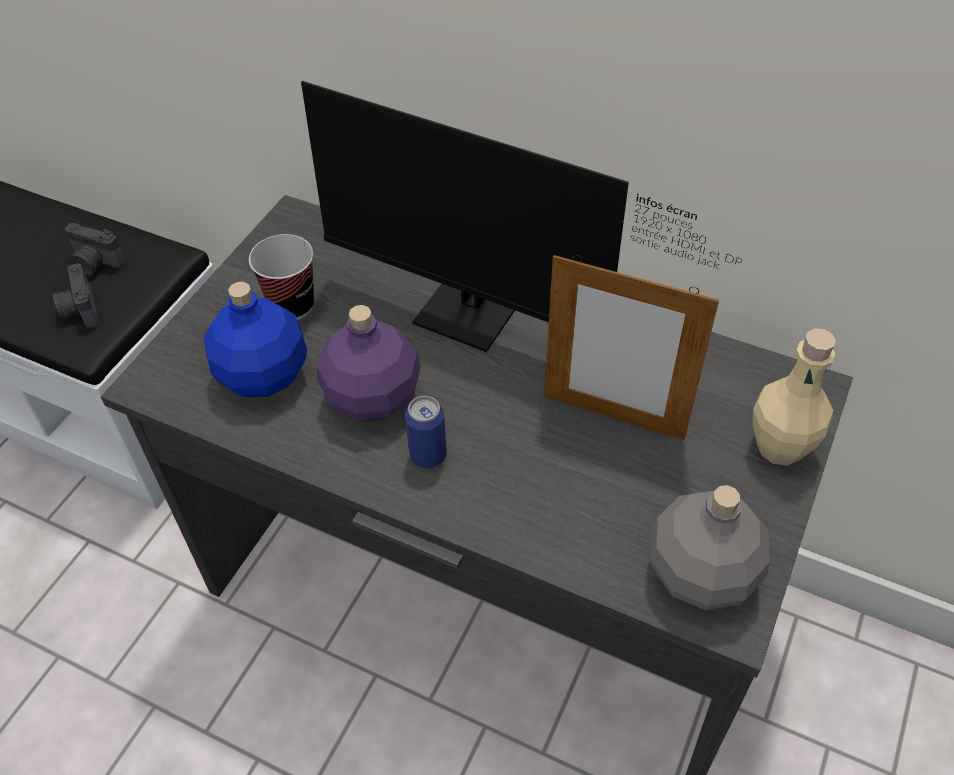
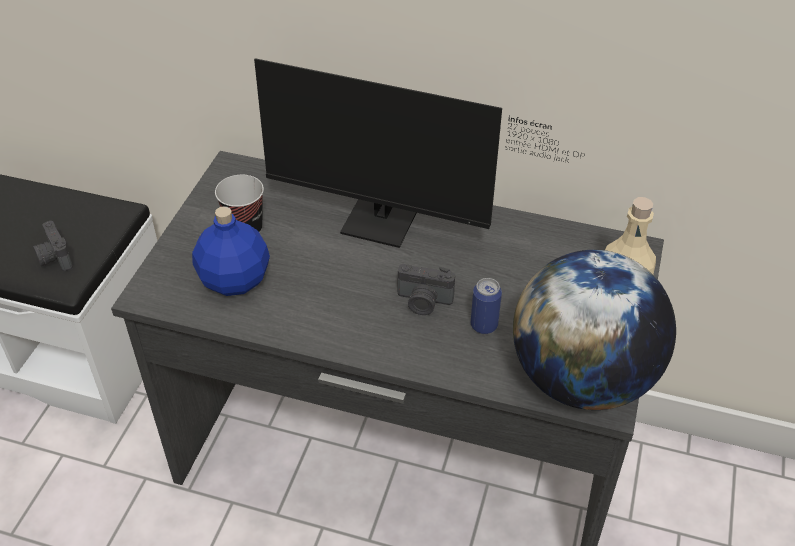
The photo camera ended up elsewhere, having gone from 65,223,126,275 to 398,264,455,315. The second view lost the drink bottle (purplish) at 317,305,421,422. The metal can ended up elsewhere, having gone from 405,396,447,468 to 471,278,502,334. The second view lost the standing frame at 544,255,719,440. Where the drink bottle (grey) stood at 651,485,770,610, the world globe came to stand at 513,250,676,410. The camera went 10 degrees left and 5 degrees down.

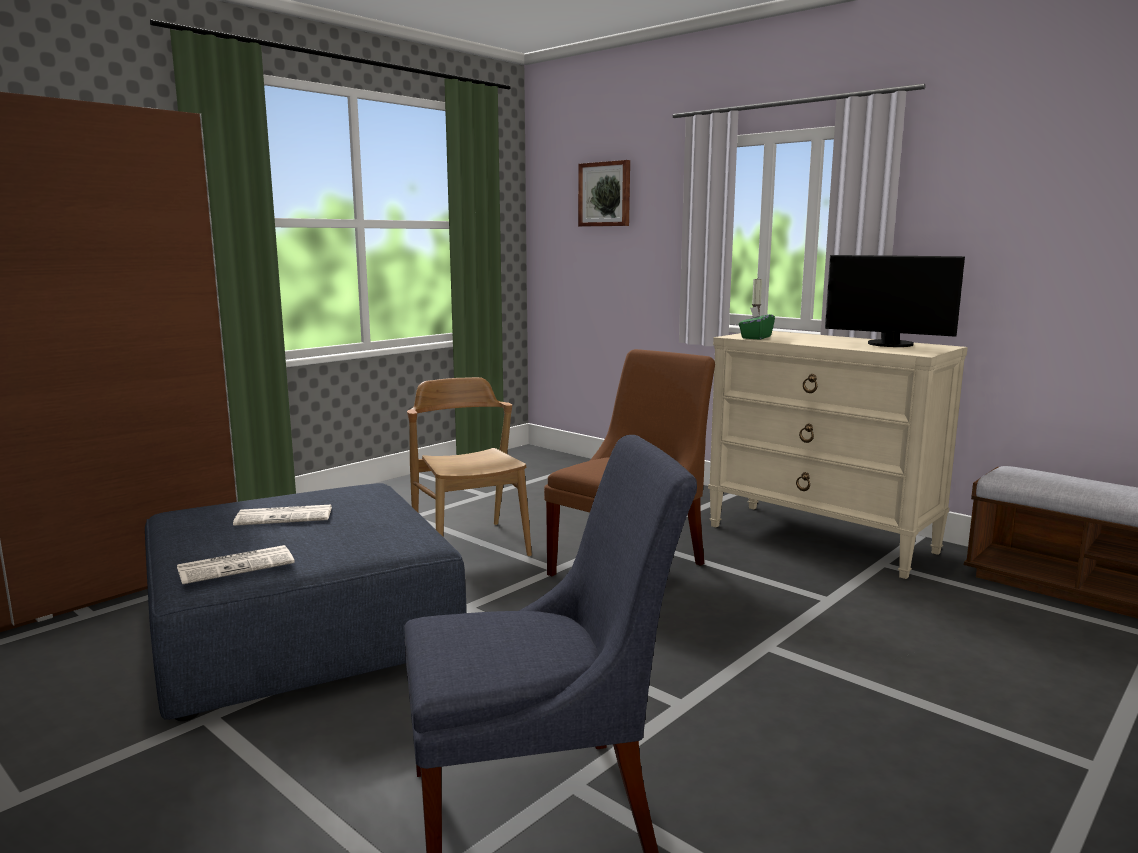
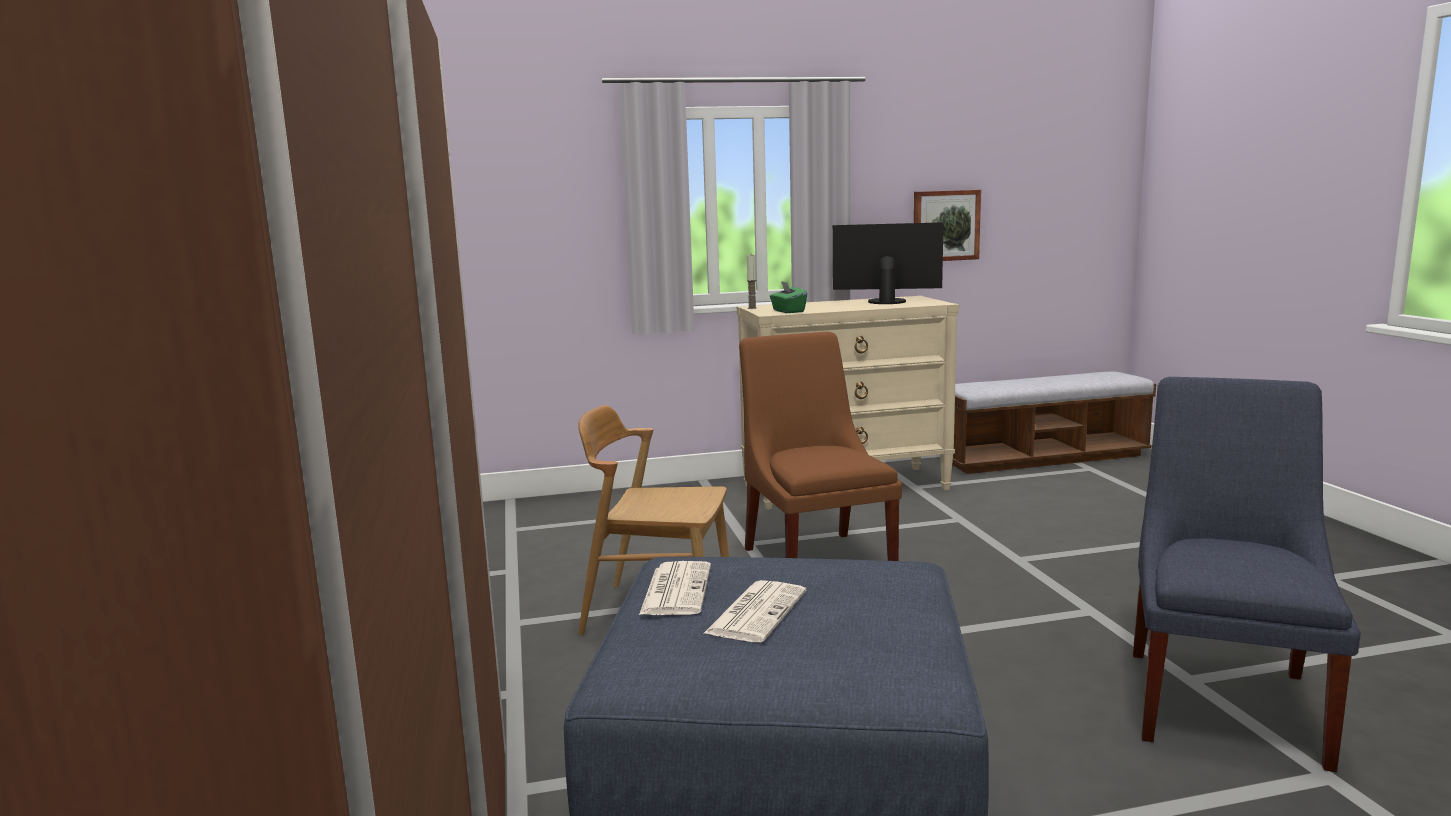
The printed paper ended up elsewhere, having gone from 177,545,295,584 to 639,561,711,615. The wall art ended up elsewhere, having gone from 578,160,630,226 to 914,190,981,261. The computer display at 825,255,965,347 ended up facing another way, 150 degrees counterclockwise from before. The camera went 55 degrees left and 0 degrees up.

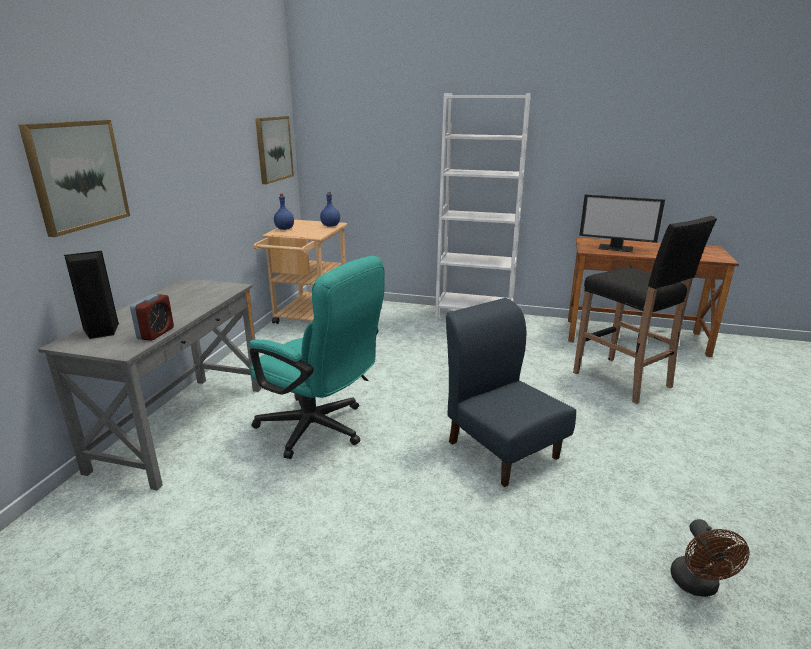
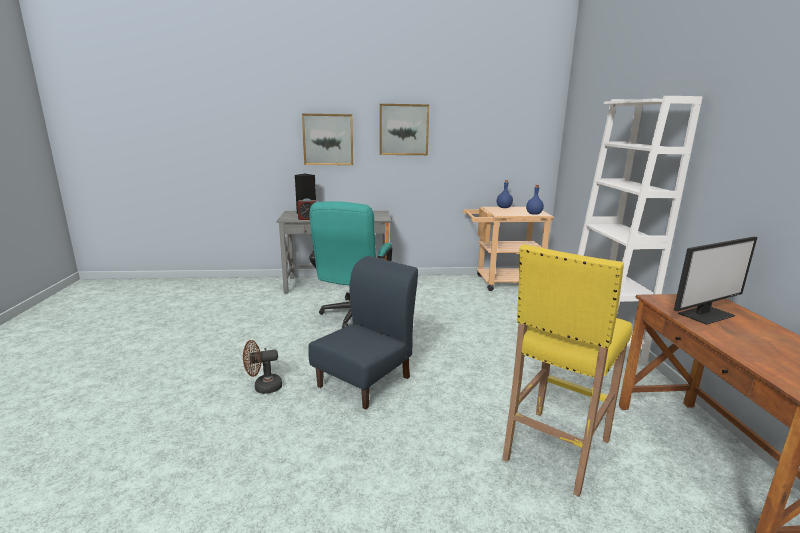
The wall art ended up elsewhere, having gone from 255,116,294,184 to 380,104,429,155. What was the stool (blackish) at 573,216,717,404 turned into the stool (yellow-coloured) at 502,244,633,497. The computer display at 579,194,665,252 ended up facing another way, 120 degrees counterclockwise from before. The fan (brown) ended up elsewhere, having gone from 671,519,750,597 to 243,340,282,394. The camera went 70 degrees right and 5 degrees down.

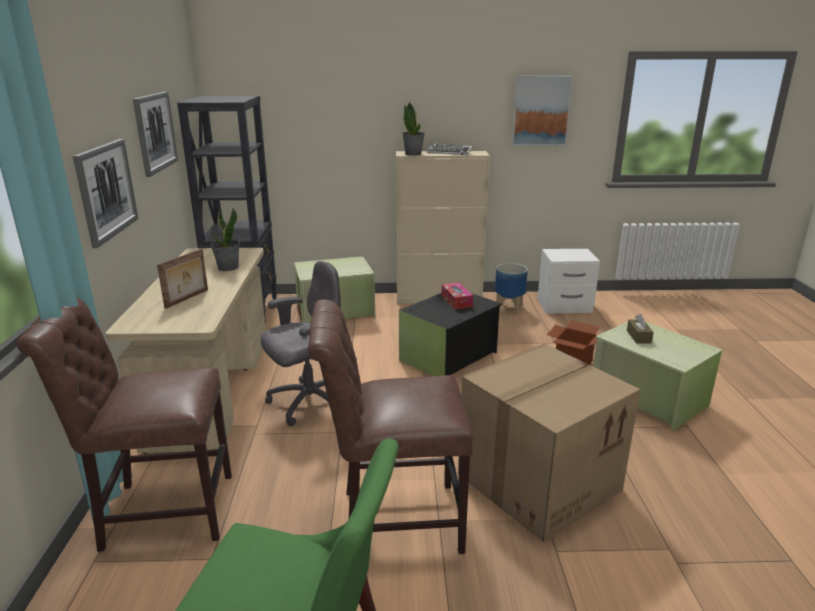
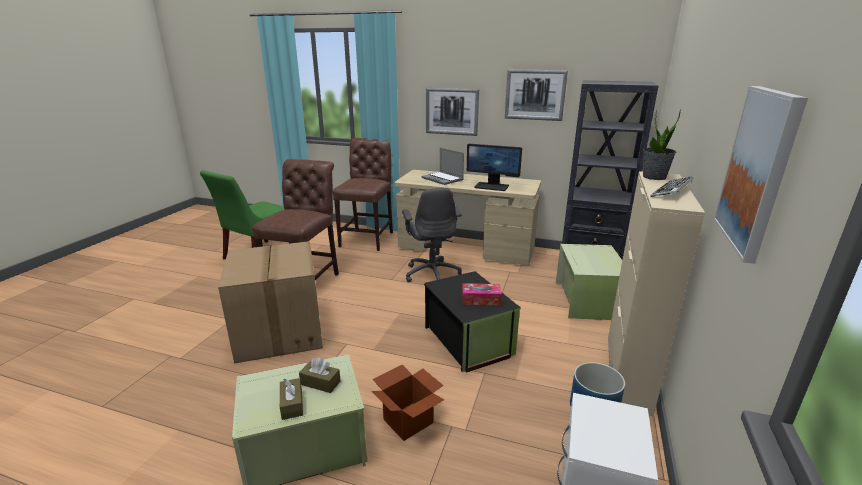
Where the standing frame stood at 157,249,208,309, the laptop came to stand at 422,148,464,185. Where the plant in a pot stood at 211,207,240,271, the computer display came to stand at 467,144,522,191. The second view gained the box of tissues (brown) at 280,378,303,420. The camera went 110 degrees right and 0 degrees up.

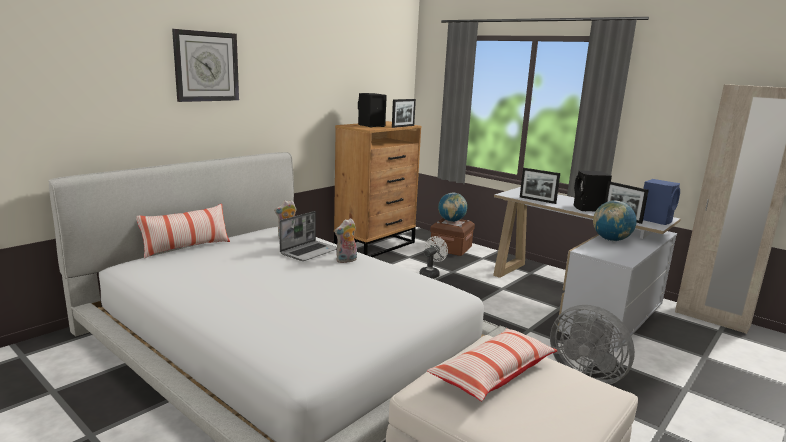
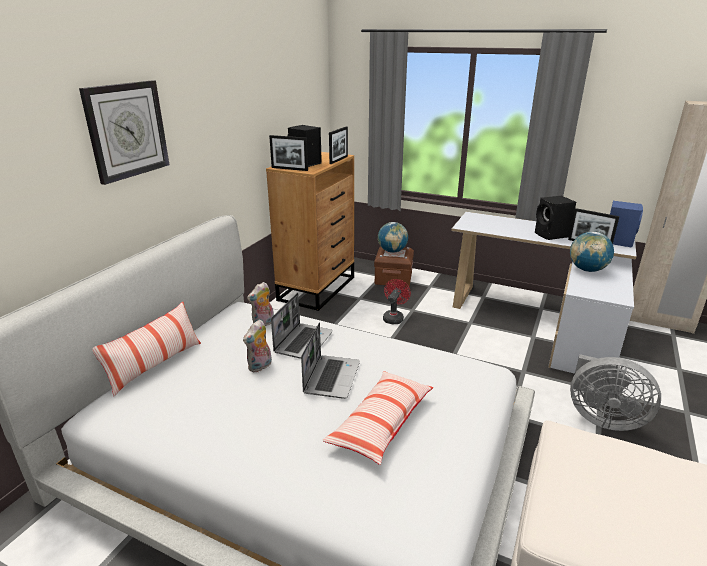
The cuddly toy ended up elsewhere, having gone from 334,218,357,263 to 243,320,272,372. What was the fan (white-coloured) at 419,236,448,279 turned into the fan (red-coloured) at 383,279,411,324. The throw pillow ended up elsewhere, having gone from 427,329,558,401 to 322,371,433,465. The standing frame ended up elsewhere, having gone from 520,168,560,204 to 269,135,308,171. The second view gained the laptop at 301,323,360,399. The camera went 15 degrees left and 10 degrees up.

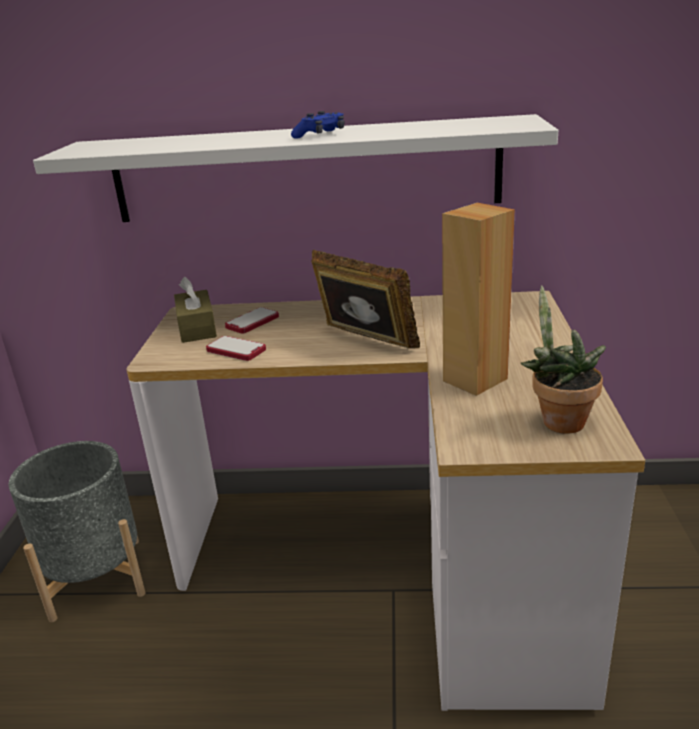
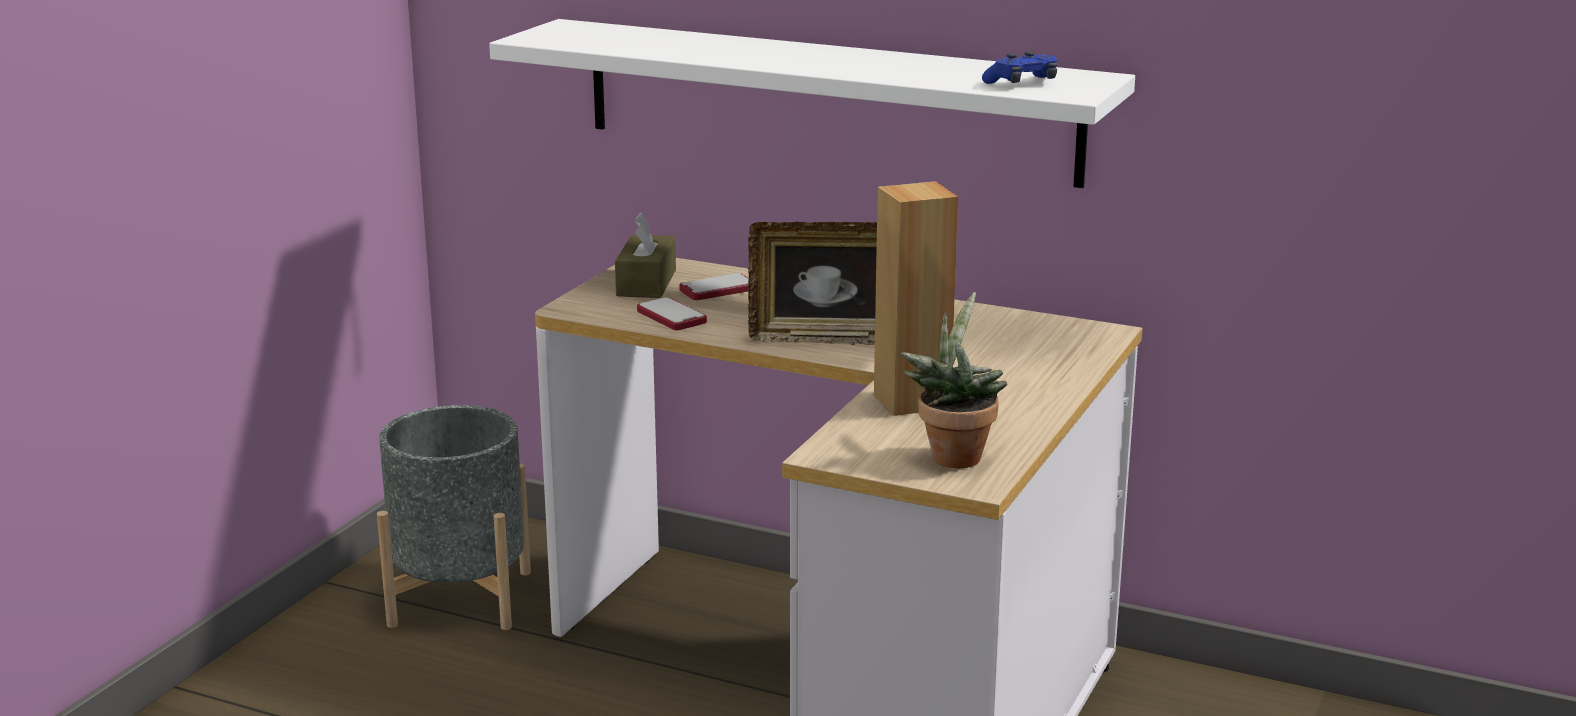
The game controller (blue-coloured) ended up elsewhere, having gone from 291,111,344,139 to 982,51,1057,84. The standing frame at 311,250,420,349 ended up facing another way, 120 degrees clockwise from before. The camera went 20 degrees right and 5 degrees down.

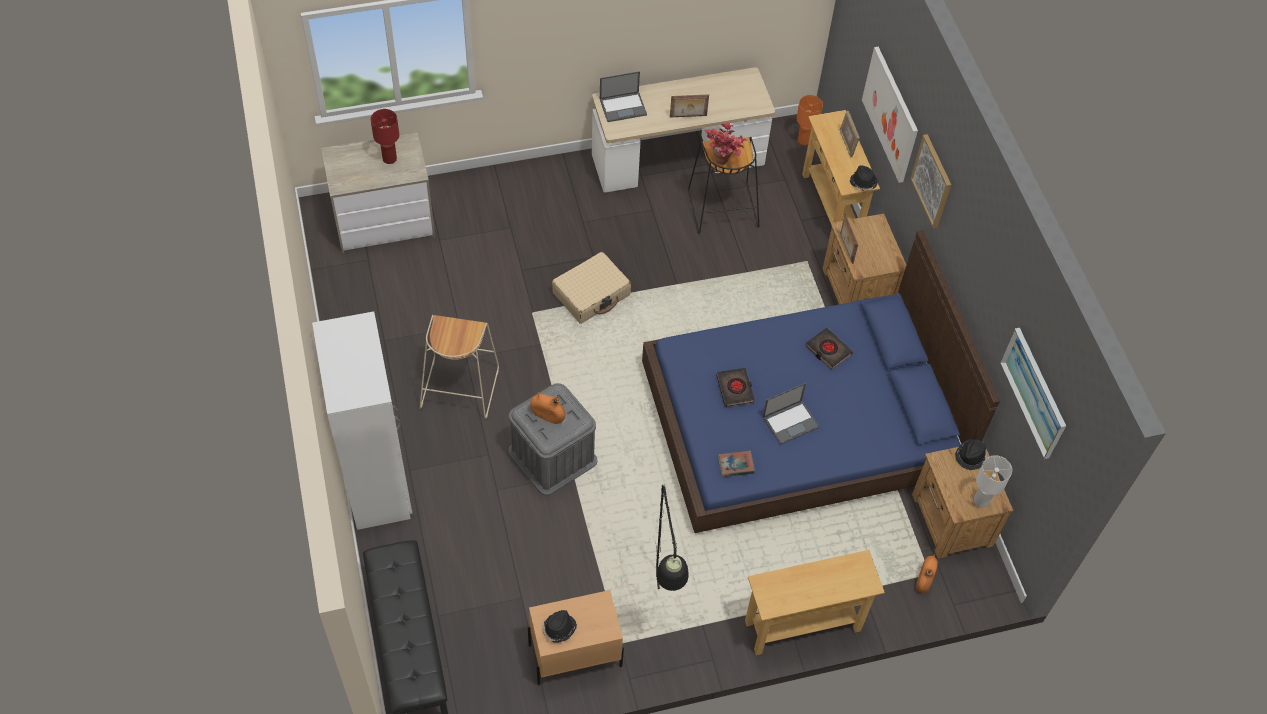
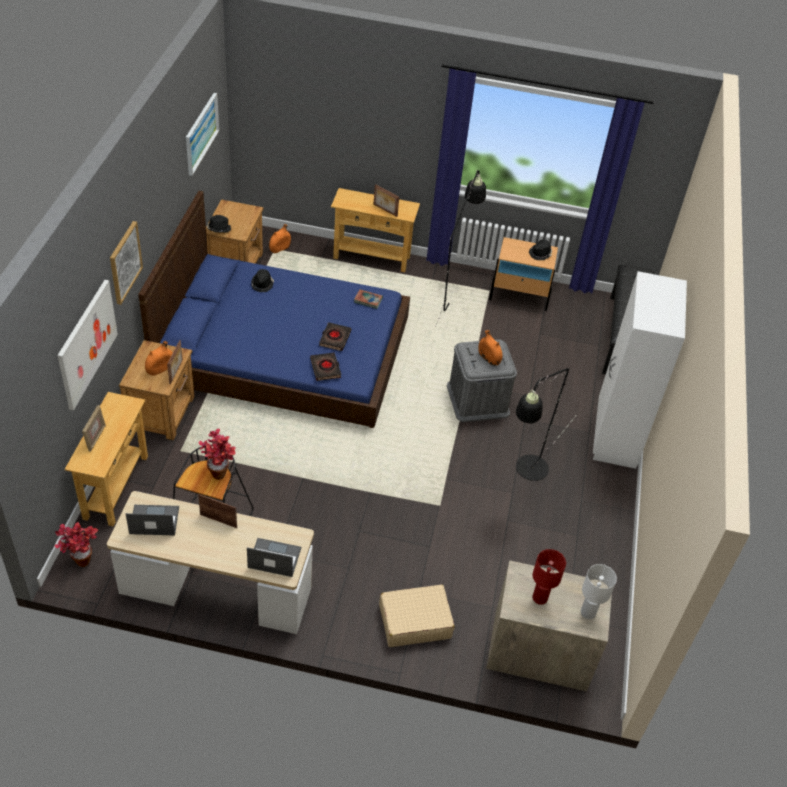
Where the stool (sand-coloured) stood at 420,315,499,419, the standard lamp (blackish) came to stand at 516,368,576,481. The suitcase (sand-coloured) ended up elsewhere, having gone from 552,252,631,324 to 379,584,455,647. The laptop ended up elsewhere, having gone from 763,383,820,445 to 126,505,179,535. Where the lamp for a table (orangey) stood at 796,95,823,145, the plant in a pot came to stand at 55,522,98,567. The book (blackish) ended up elsewhere, having gone from 805,328,853,370 to 310,352,341,381. The wearable hat (blackish) ended up elsewhere, having gone from 850,165,878,191 to 251,269,274,292. The lamp for a table (white-coloured) ended up elsewhere, having gone from 974,455,1012,508 to 581,564,617,619. The second view gained the flower vase (orangey) at 145,341,173,376. The second view gained the standing frame at 374,184,399,217. The camera went 155 degrees left and 10 degrees down.

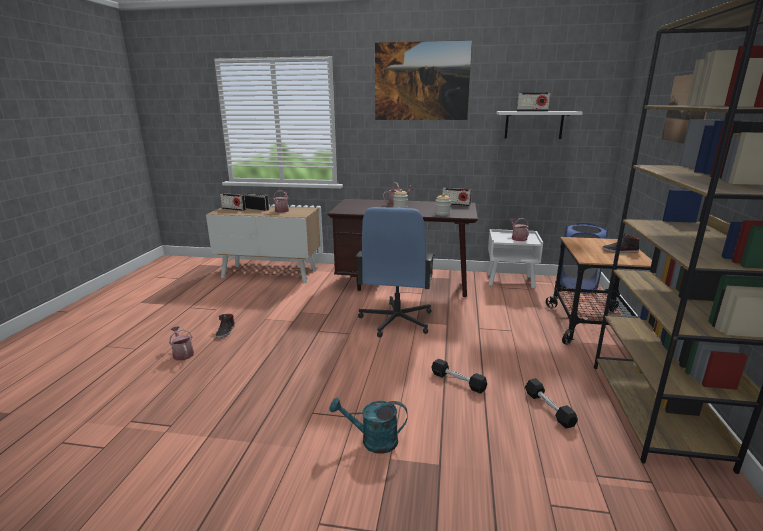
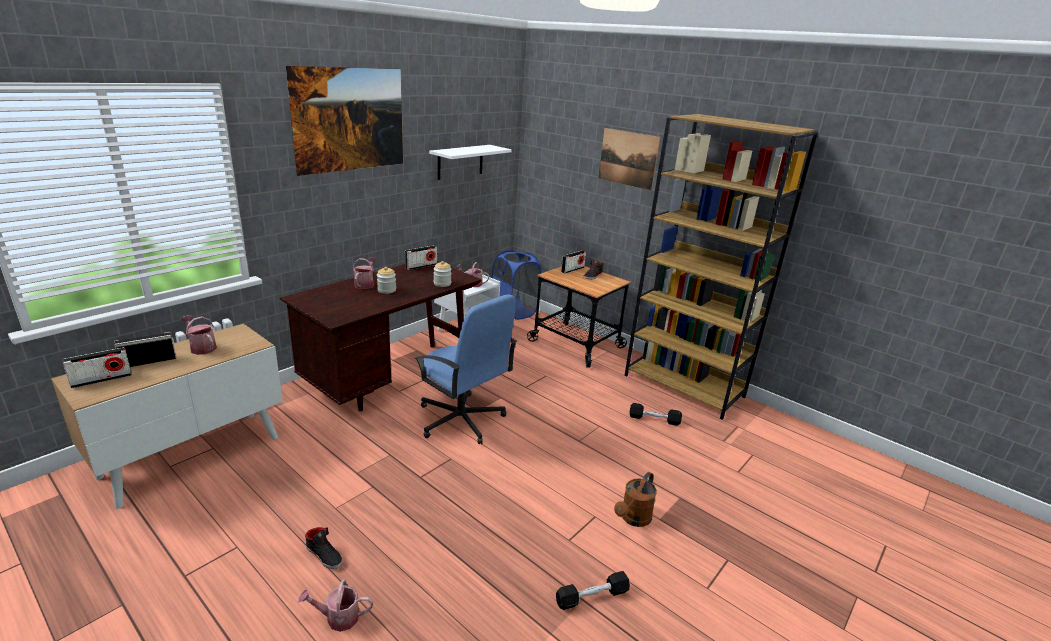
What was the watering pot (turquoise) at 330,397,408,454 turned into the watering pot (brown) at 614,472,657,527. The free weight (blackish) ended up elsewhere, having gone from 431,359,487,394 to 556,571,630,610. The radio ended up elsewhere, having gone from 517,93,550,111 to 561,250,586,274. The camera went 60 degrees left and 5 degrees up.

